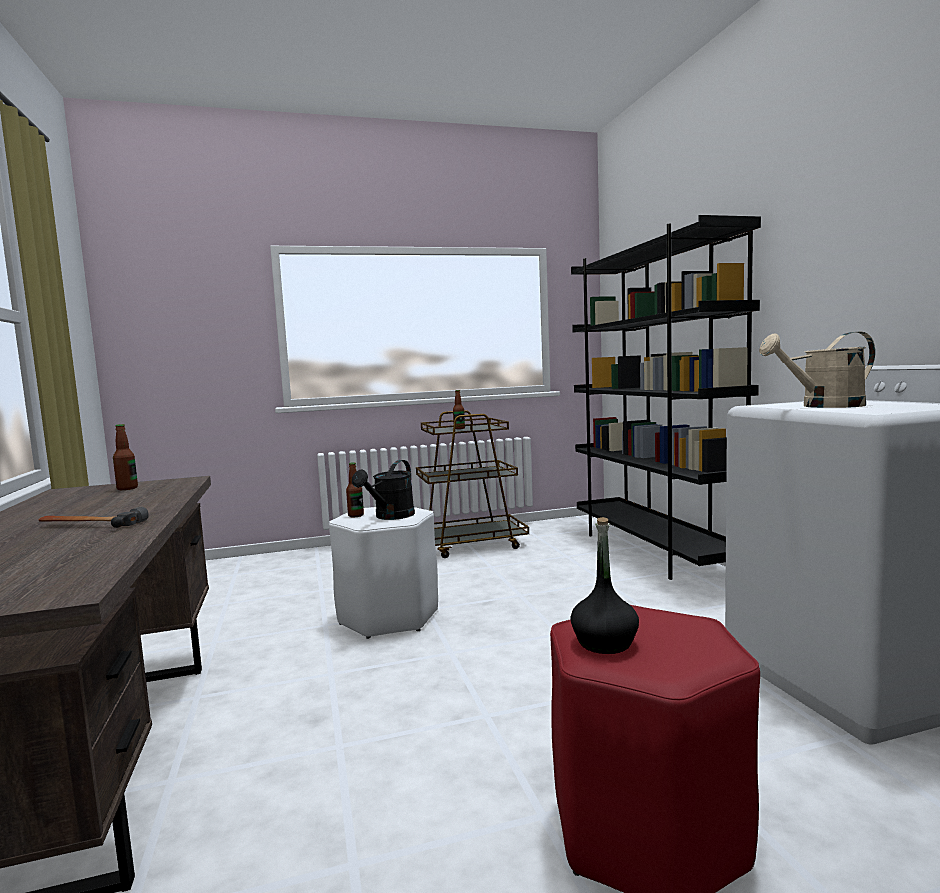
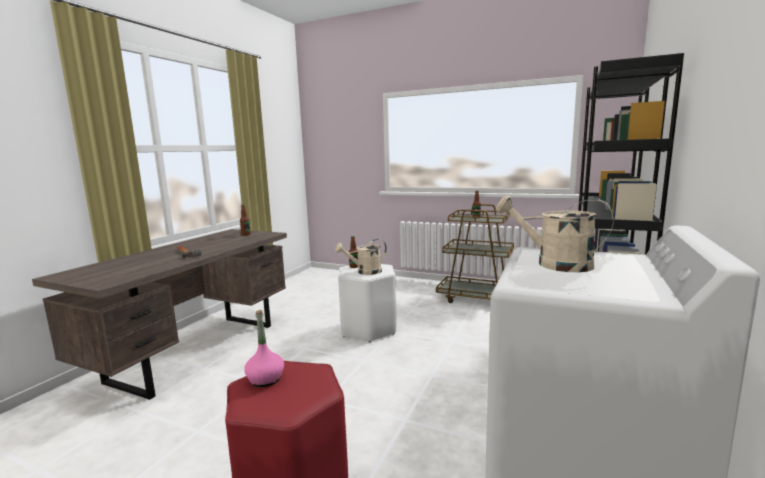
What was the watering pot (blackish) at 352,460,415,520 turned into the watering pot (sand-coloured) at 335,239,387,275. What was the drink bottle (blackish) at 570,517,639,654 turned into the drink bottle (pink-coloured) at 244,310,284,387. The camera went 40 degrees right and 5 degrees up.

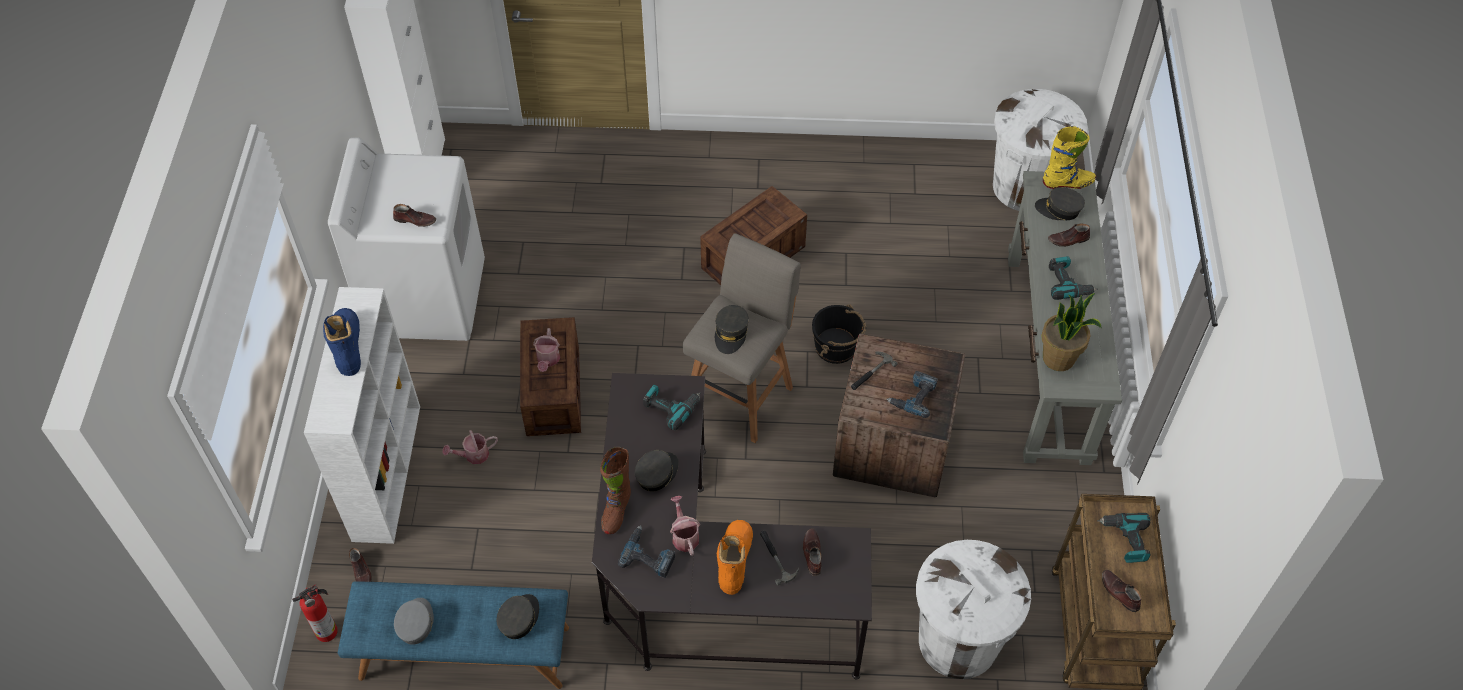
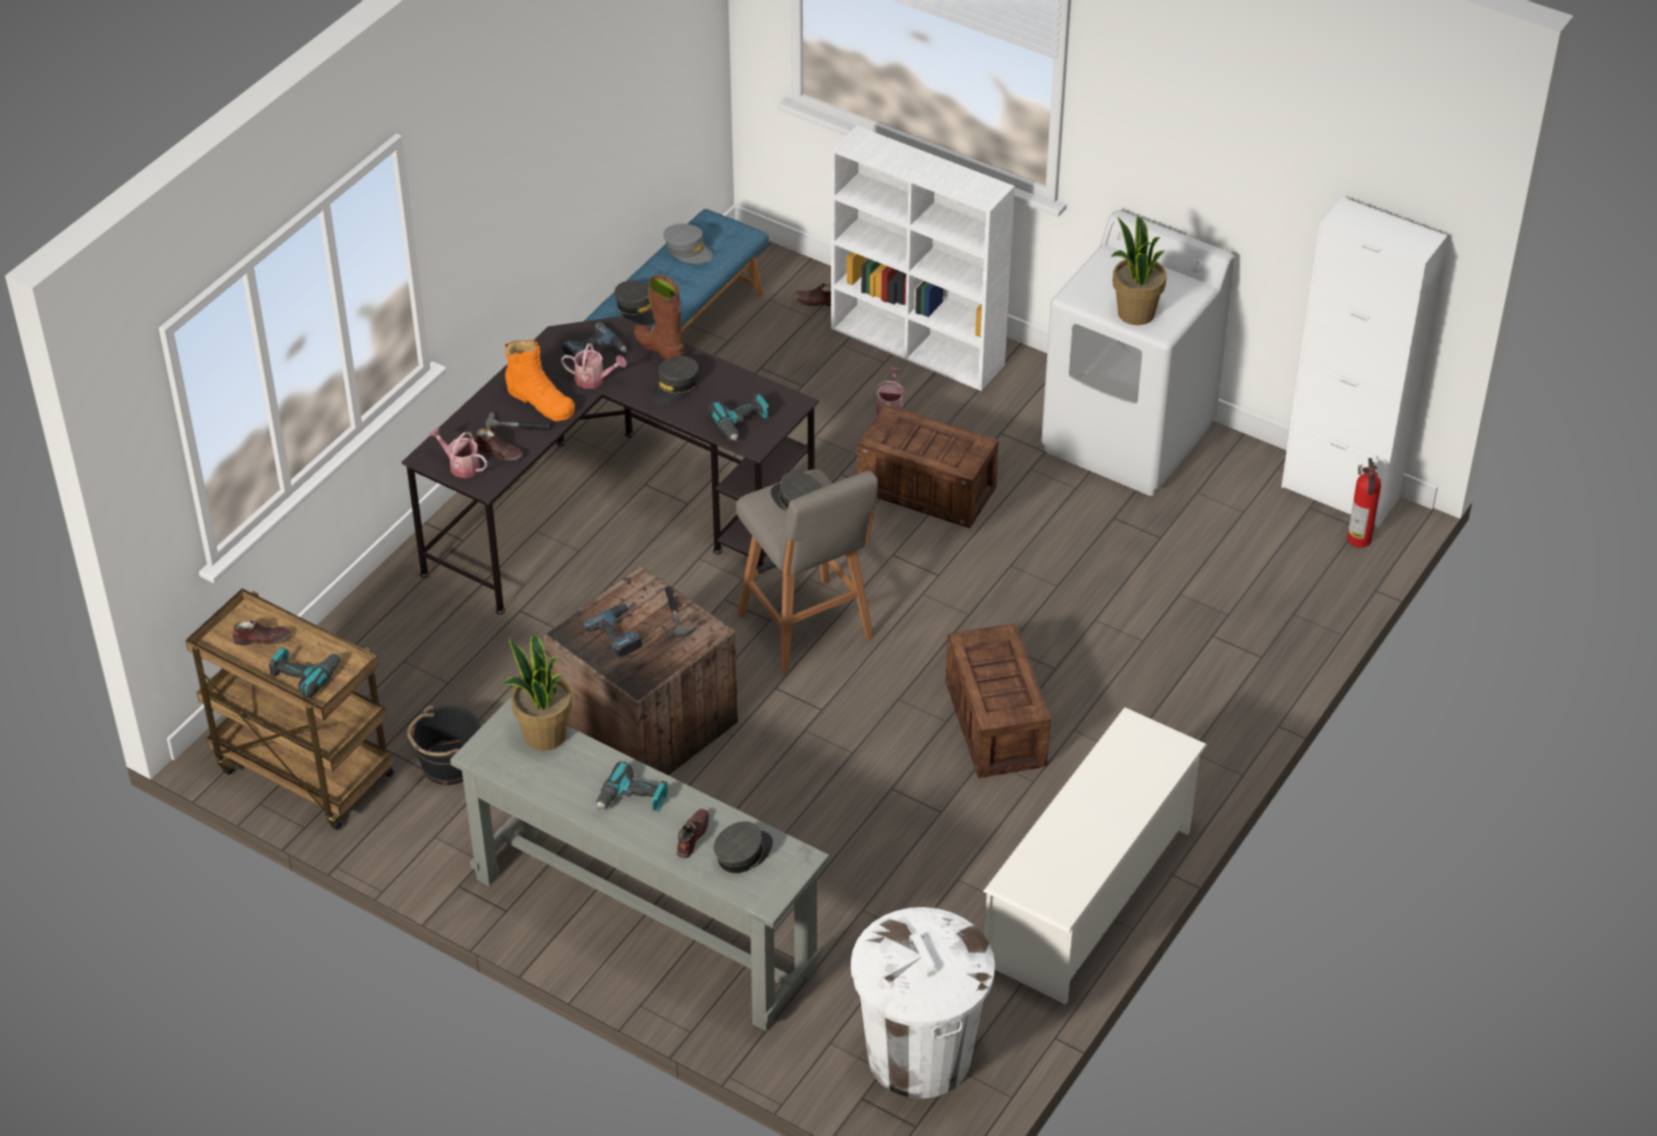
The fire-fighting cylinder ended up elsewhere, having gone from 292,584,338,642 to 1347,458,1381,548. The second view lost the tall boot (blue-coloured) at 323,308,361,376. The second view lost the item of footwear (brown) at 393,204,436,227. The watering pot ended up elsewhere, having gone from 533,328,560,372 to 429,427,488,478. The baseball cap (grey) at 635,450,679,492 ended up facing another way, 60 degrees clockwise from before. The pail (blackish) ended up elsewhere, having gone from 812,304,866,364 to 407,706,481,785. The second view lost the trash can (white-coloured) at 916,540,1031,679. The second view lost the tall boot (yellow-coloured) at 1043,126,1096,189. The second view gained the shoe stand (white-coloured) at 983,707,1207,1005. The second view gained the plant in a pot at 1111,217,1167,325. The camera went 120 degrees right and 10 degrees down.

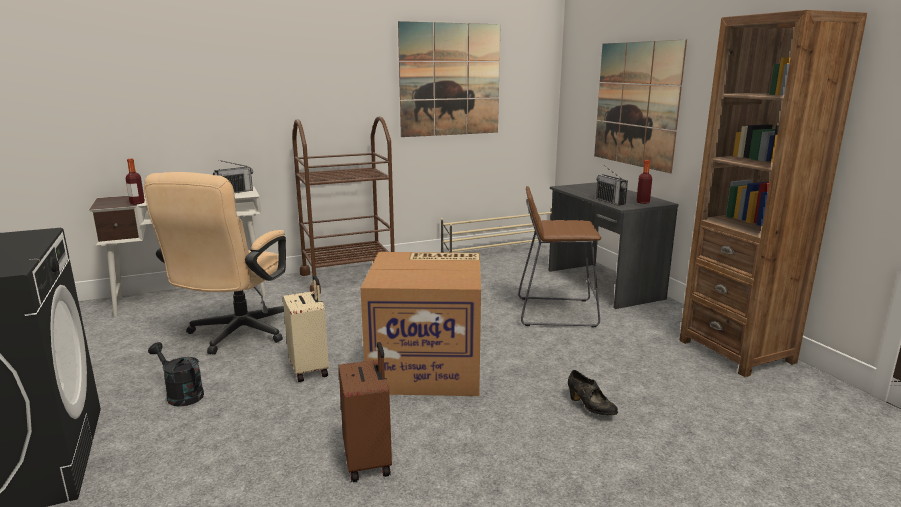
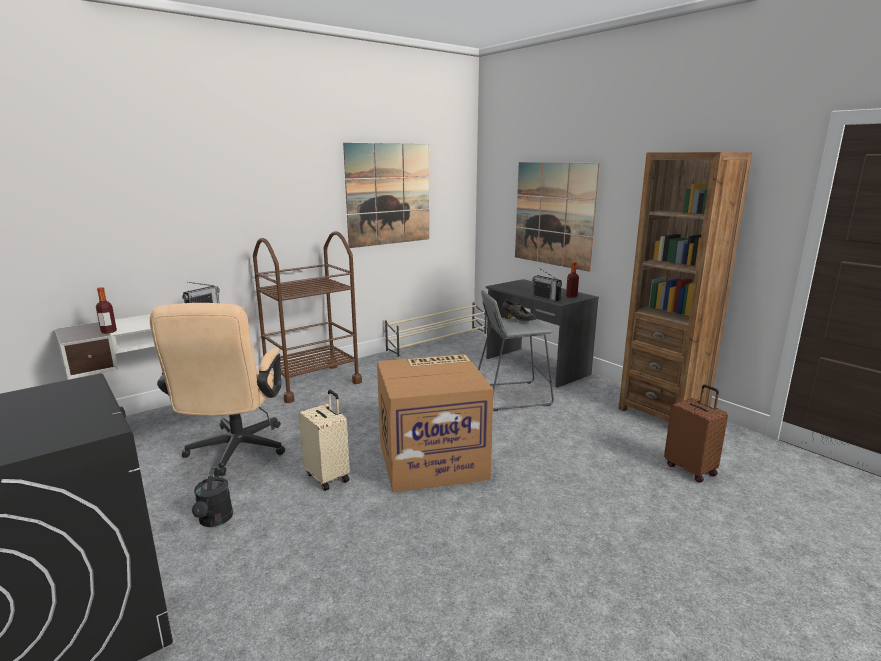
The watering pot (blackish) at 148,342,204,407 ended up facing another way, 120 degrees counterclockwise from before. The suitcase (brown) ended up elsewhere, having gone from 338,342,392,482 to 664,384,728,483. What was the stool (brown) at 518,186,601,327 turned into the stool (grey) at 478,290,554,411. The item of footwear (blackish) ended up elsewhere, having gone from 568,370,618,415 to 502,299,537,321. The camera went 15 degrees left and 0 degrees up.

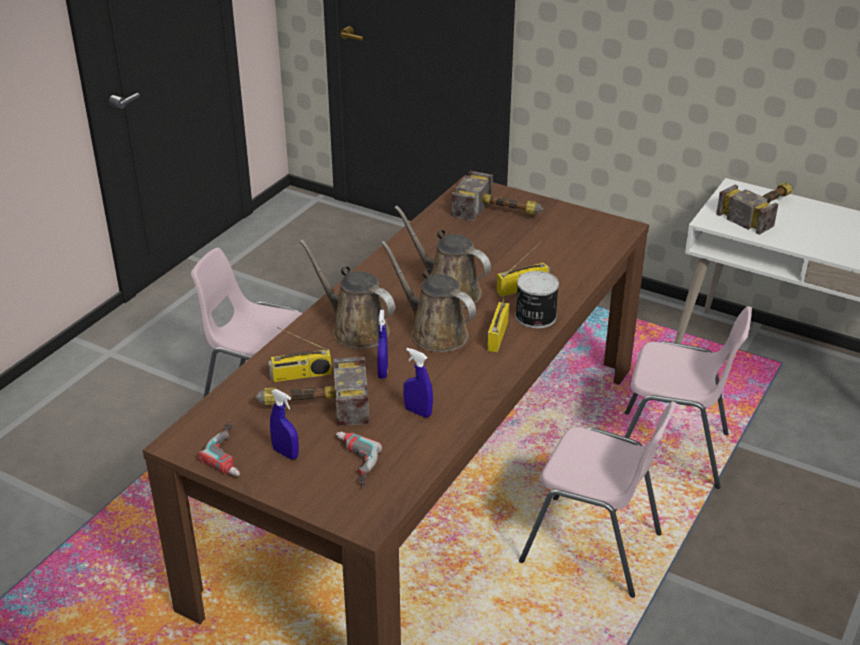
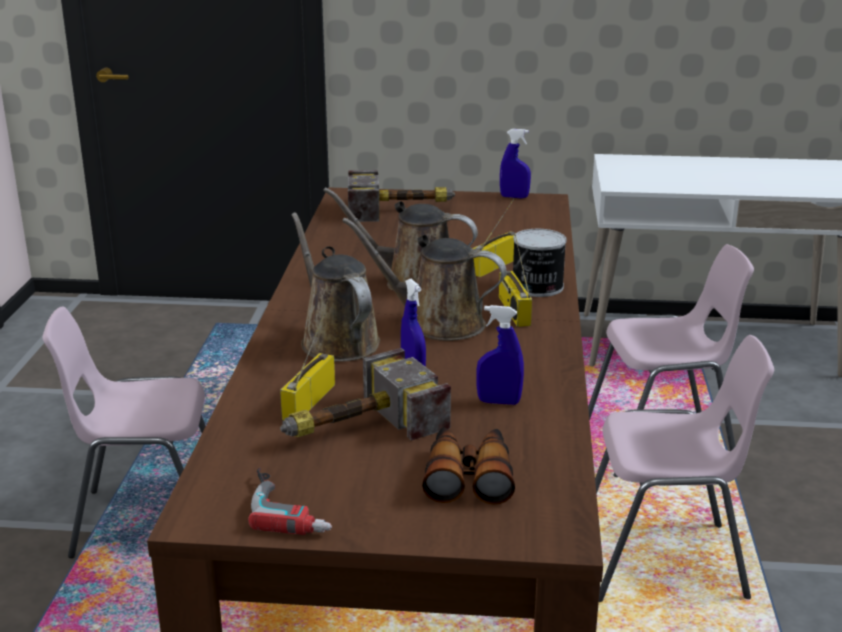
The radio at 268,327,332,382 ended up facing another way, 150 degrees clockwise from before. The sprayer (blue-coloured) ended up elsewhere, having gone from 270,389,299,459 to 500,129,531,198. The watering pot (brown) at 299,240,395,349 ended up facing another way, 45 degrees clockwise from before. Where the electric drill stood at 336,432,382,489, the pair of binoculars came to stand at 422,427,515,505. The second view lost the hammer at 716,183,793,235. The camera went 25 degrees left and 10 degrees down.

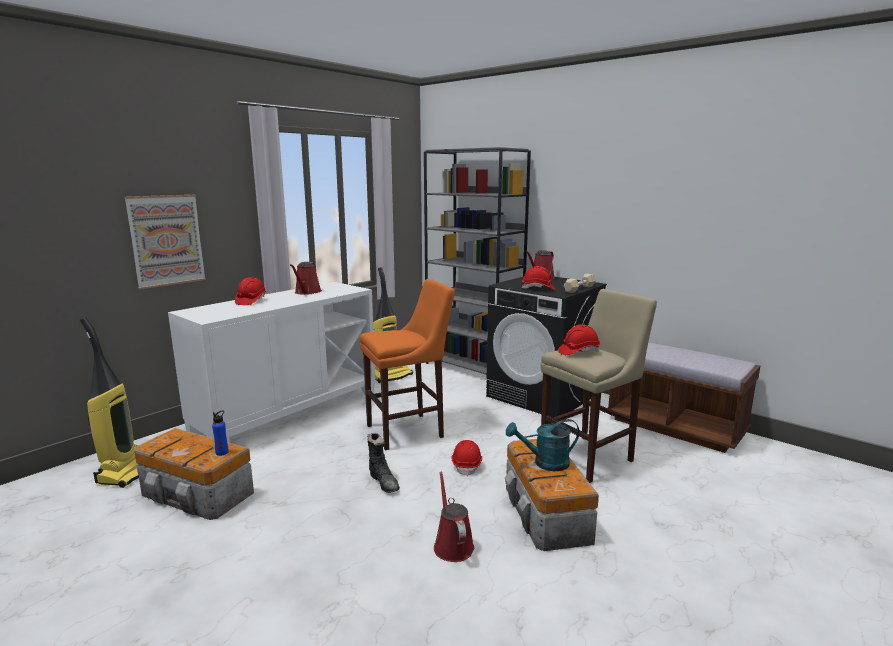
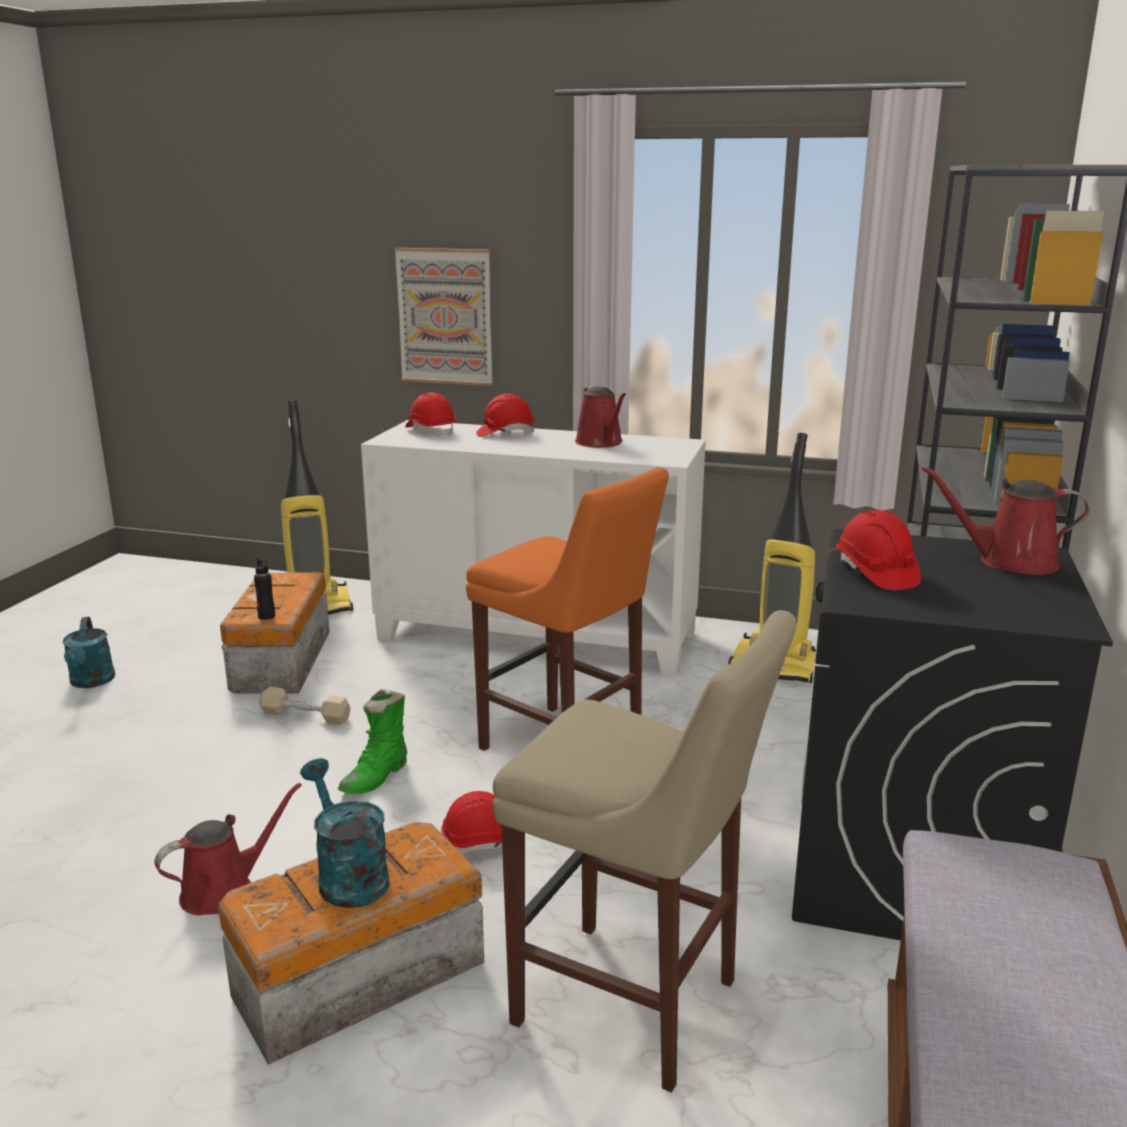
What was the drink bottle (blue-coloured) at 212,410,228,456 turned into the drink bottle (blackish) at 254,558,275,620. The watering pot (red-coloured) at 290,262,322,295 ended up facing another way, 90 degrees counterclockwise from before. What was the tall boot (blackish) at 367,433,400,493 turned into the tall boot (green-coloured) at 338,689,407,794. The work helmet (red-coloured) ended up elsewhere, having gone from 558,324,600,355 to 405,392,456,437. The free weight (sand-coloured) ended up elsewhere, having gone from 564,274,596,293 to 259,687,350,725. The second view gained the watering pot (turquoise) at 62,617,115,688. The camera went 65 degrees right and 5 degrees up.

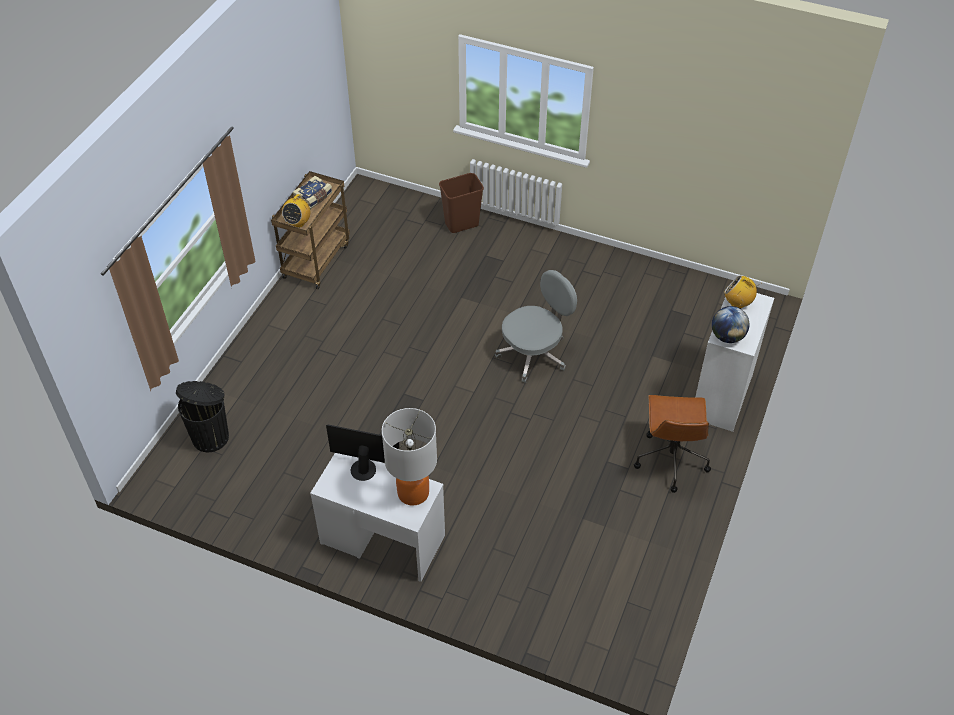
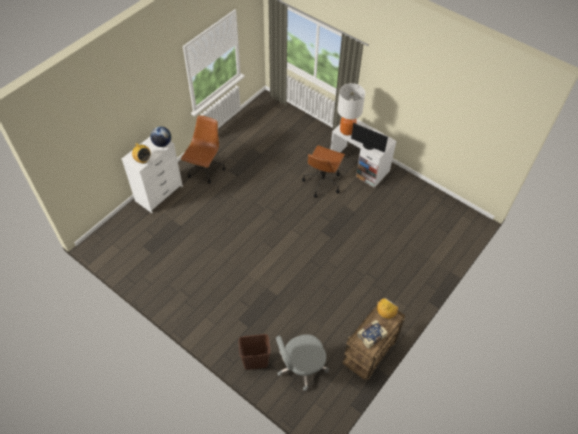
The second view lost the trash can (blackish) at 176,381,229,452. The office chair (grey) ended up elsewhere, having gone from 495,270,577,383 to 276,334,329,391. The second view gained the office chair (brown) at 302,145,345,198. The camera went 165 degrees left and 5 degrees up.

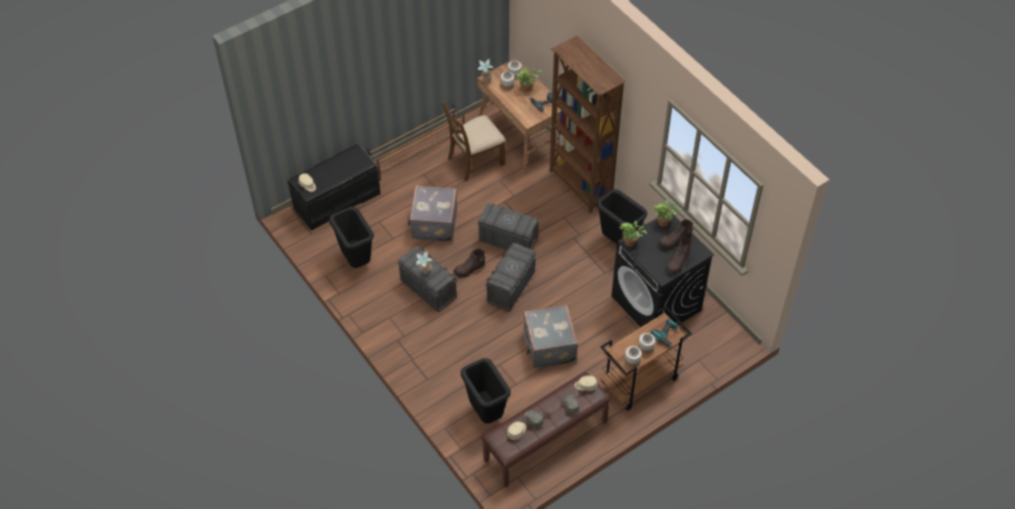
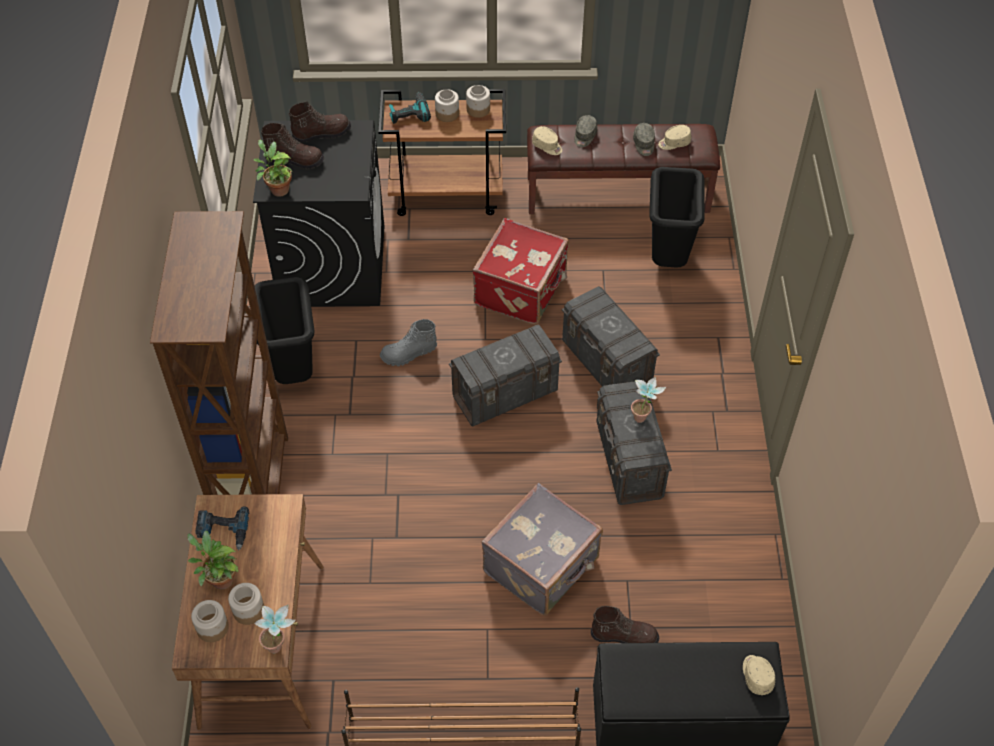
The second view lost the trash can (blackish) at 329,207,374,268. The second view lost the chair (brown) at 441,101,506,181. The tall boot (brown) ended up elsewhere, having gone from 453,249,485,278 to 591,606,660,643. The storage bin (grey) ended up elsewhere, having gone from 477,203,540,250 to 562,286,660,387. What was the suitcase (grey) at 523,305,578,369 turned into the suitcase (red-coloured) at 472,218,569,324. The second view lost the plant in a pot at 619,220,647,247. The second view gained the tall boot (grey) at 380,319,437,366. The camera went 145 degrees left and 0 degrees up.

